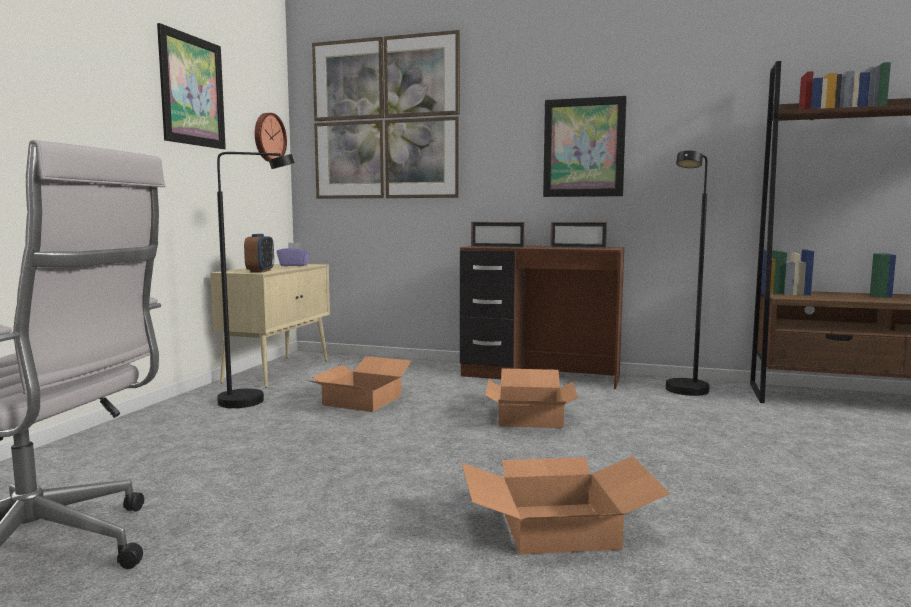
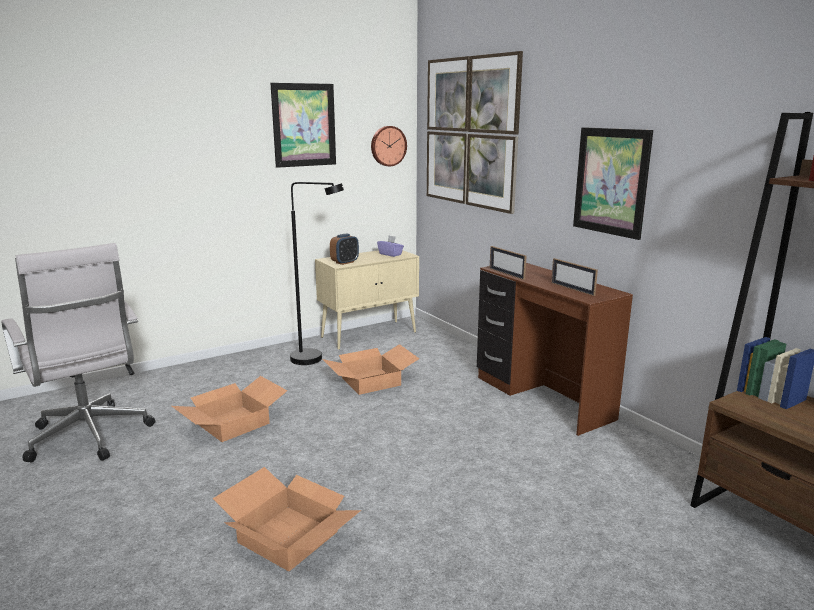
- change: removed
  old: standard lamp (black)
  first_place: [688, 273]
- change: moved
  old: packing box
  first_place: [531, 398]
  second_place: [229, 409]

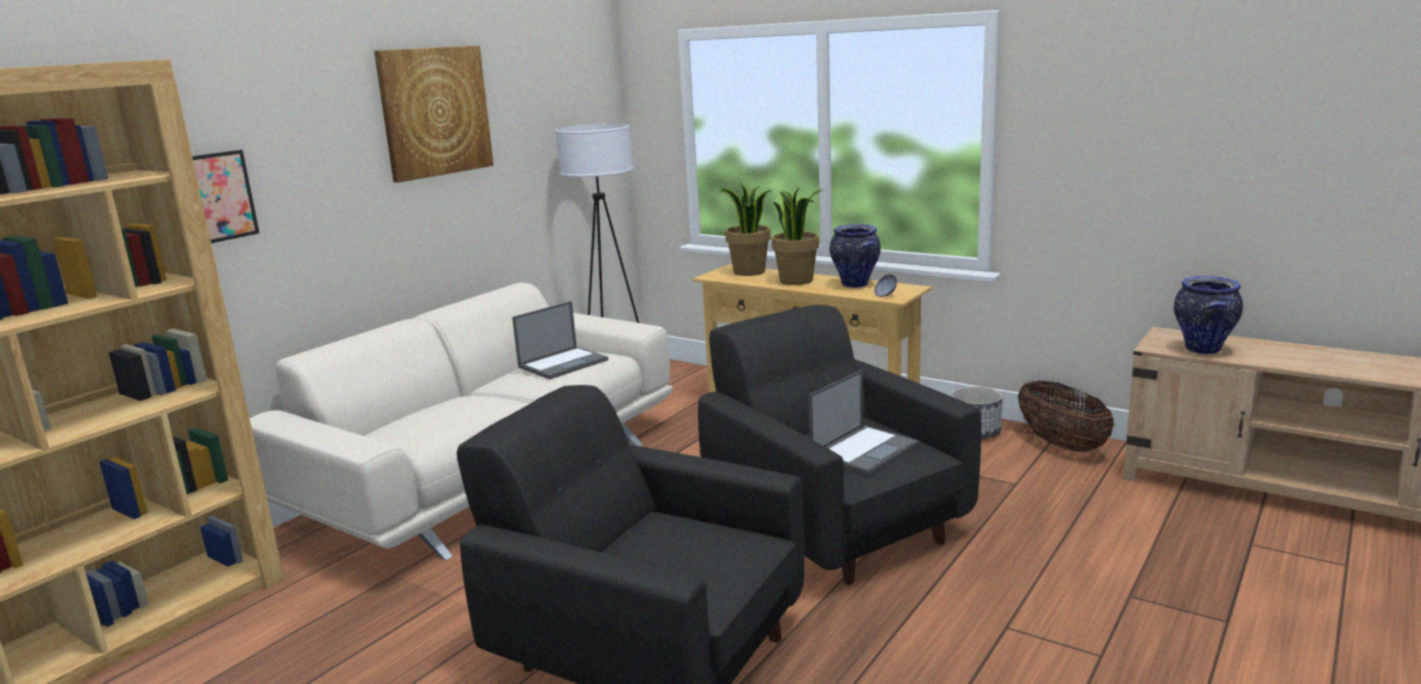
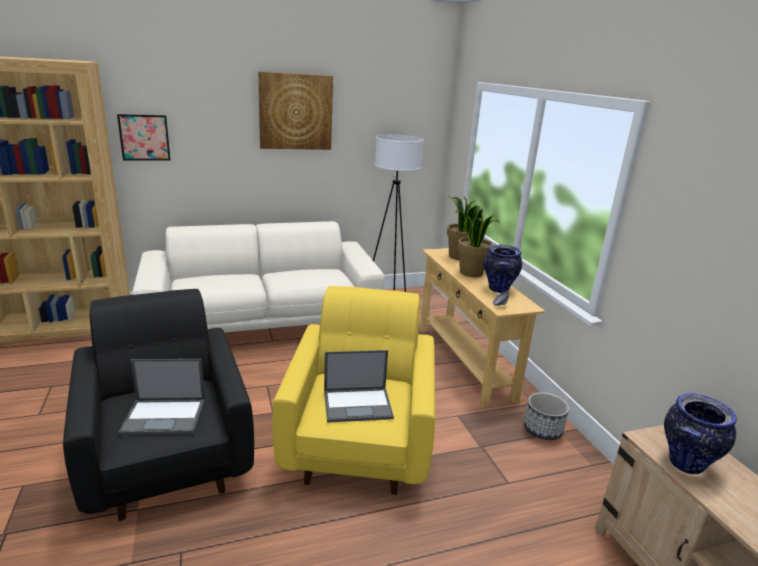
- change: removed
  old: household basket
  first_place: [1066, 417]
- change: moved
  old: portable computer
  first_place: [560, 340]
  second_place: [161, 397]
- change: recoloured
  old: easy chair (black)
  new: easy chair (yellow)
  first_place: [839, 445]
  second_place: [353, 390]

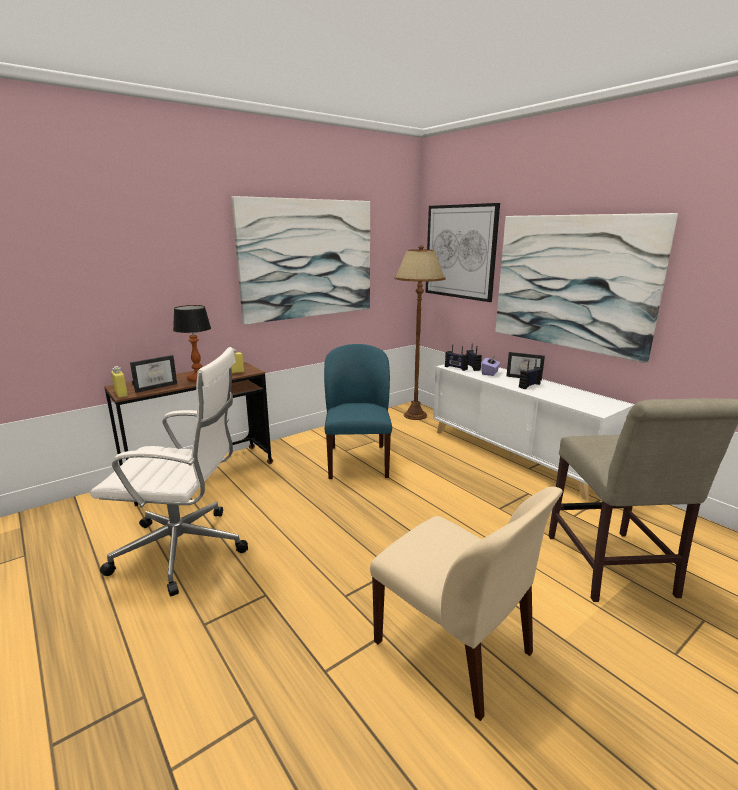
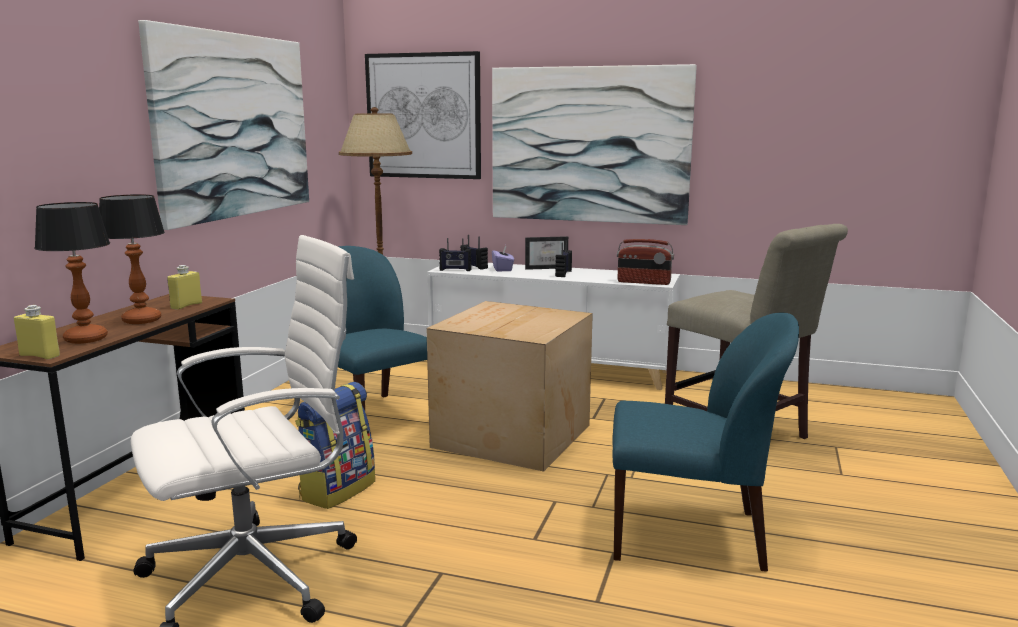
- change: added
  new: backpack
  second_place: [335, 445]
- change: added
  new: packing box
  second_place: [509, 386]
- change: added
  new: radio receiver
  second_place: [645, 262]
- change: replaced
  old: photo frame
  new: lamp for a table
  first_place: [153, 374]
  second_place: [72, 273]
- change: recoloured
  old: upright chair (sand-coloured)
  new: upright chair (blue-coloured)
  first_place: [466, 604]
  second_place: [706, 442]

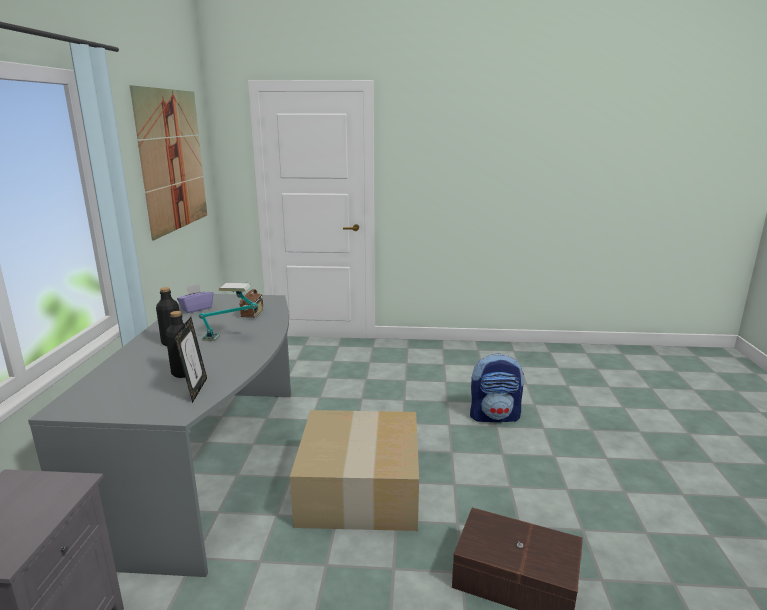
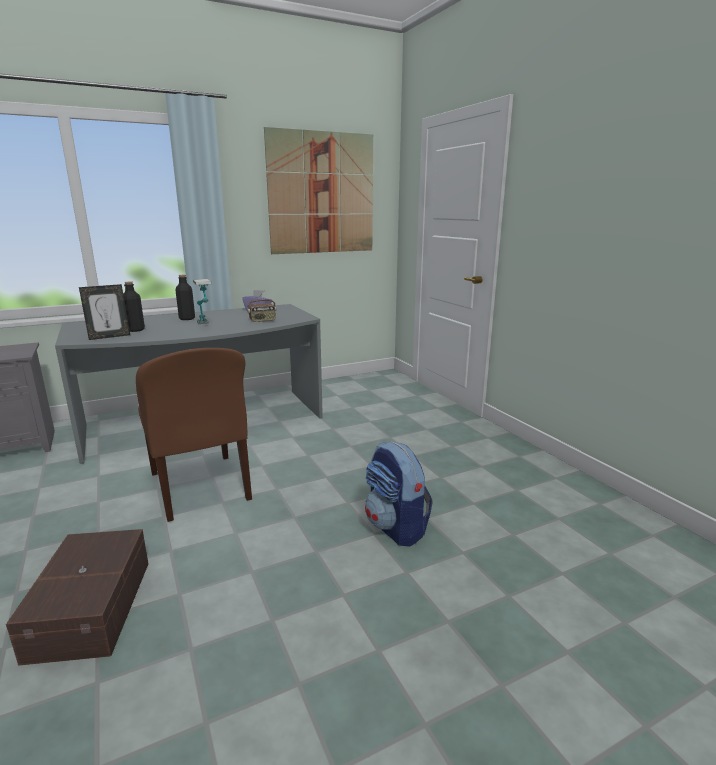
- change: replaced
  old: packing box
  new: upright chair (brownish)
  first_place: [354, 470]
  second_place: [194, 435]

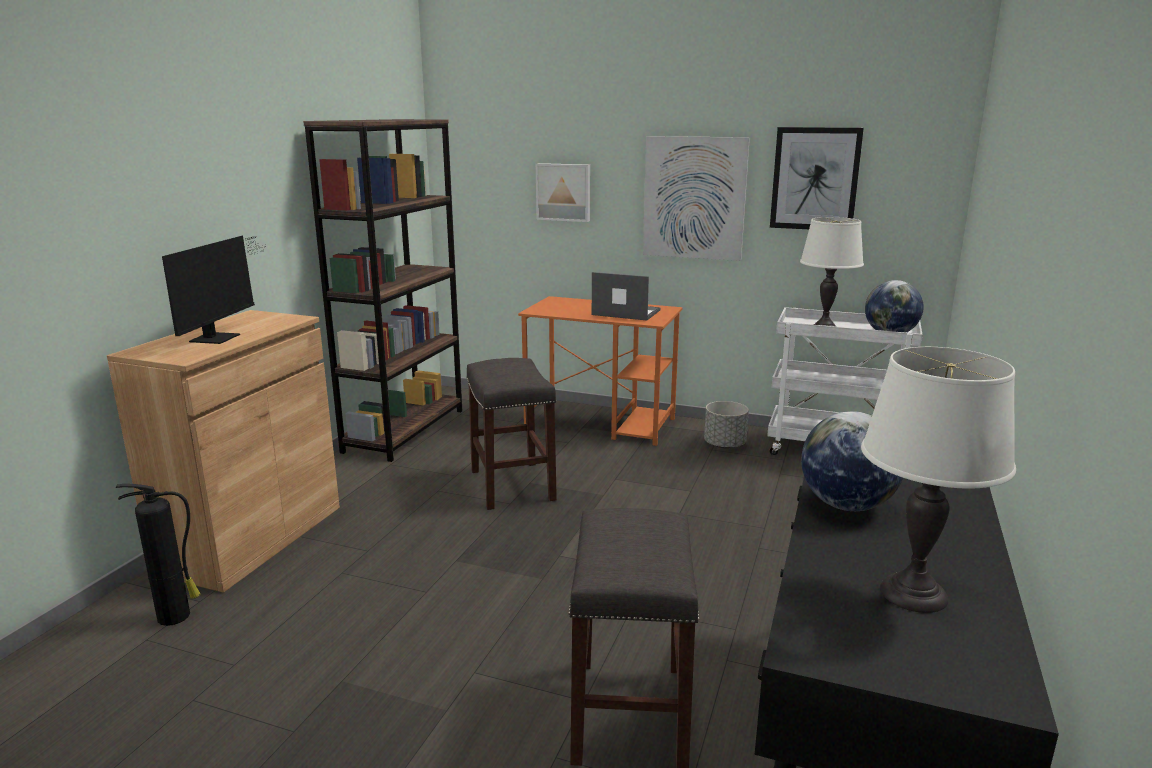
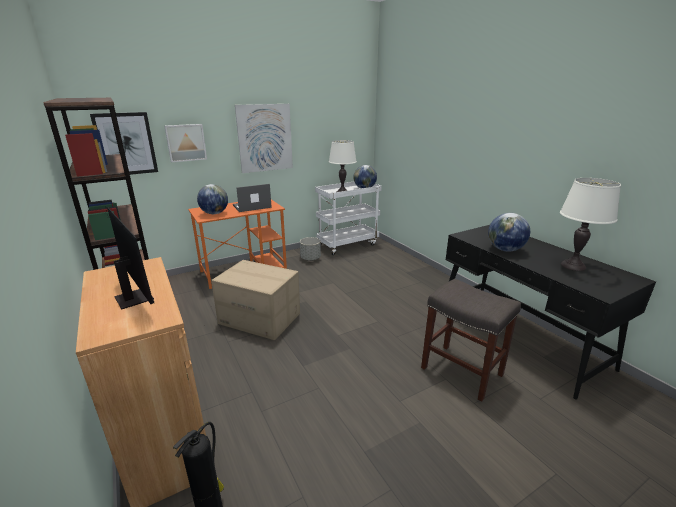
- change: added
  new: world globe
  second_place: [212, 199]
- change: moved
  old: wall picture
  first_place: [817, 178]
  second_place: [124, 143]
- change: replaced
  old: sitting stool (greyish)
  new: packing box
  first_place: [511, 434]
  second_place: [255, 300]

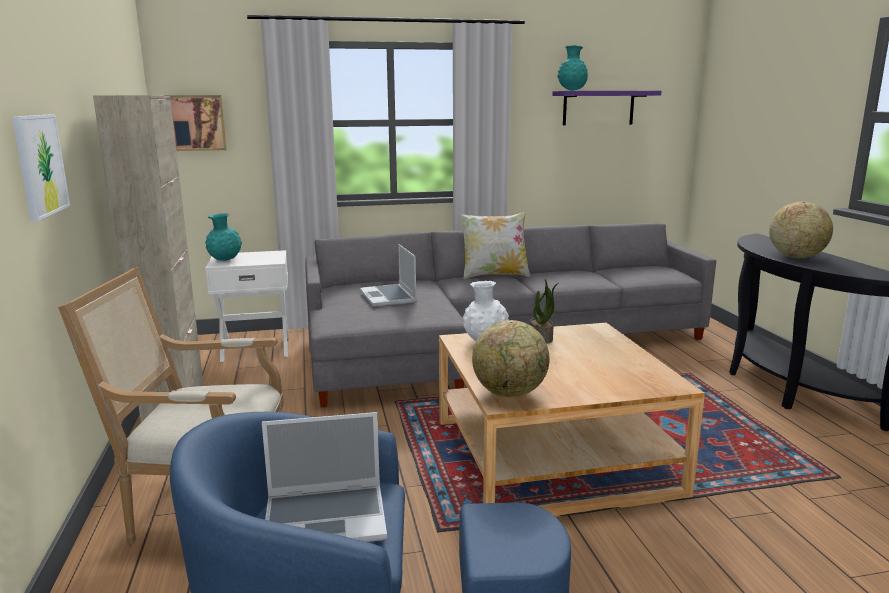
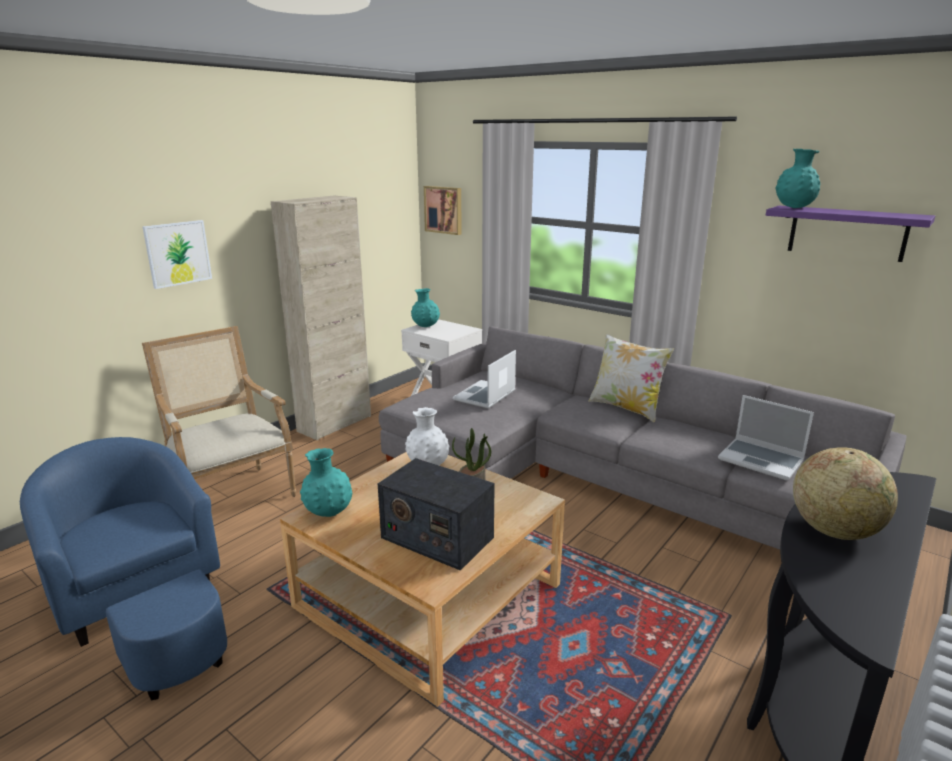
- change: added
  new: radio receiver
  second_place: [436, 514]
- change: moved
  old: portable computer
  first_place: [324, 477]
  second_place: [766, 437]
- change: replaced
  old: world globe
  new: decorative vase (turquoise-coloured)
  first_place: [511, 358]
  second_place: [326, 482]

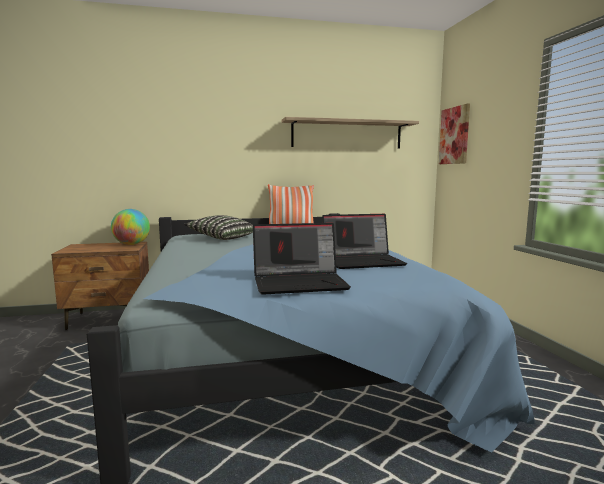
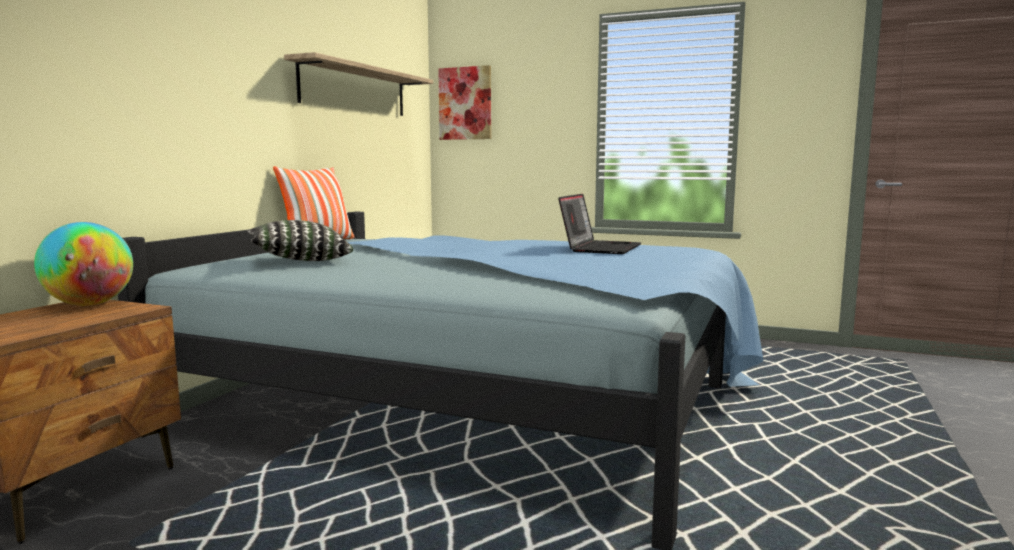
- change: removed
  old: portable computer
  first_place: [302, 259]

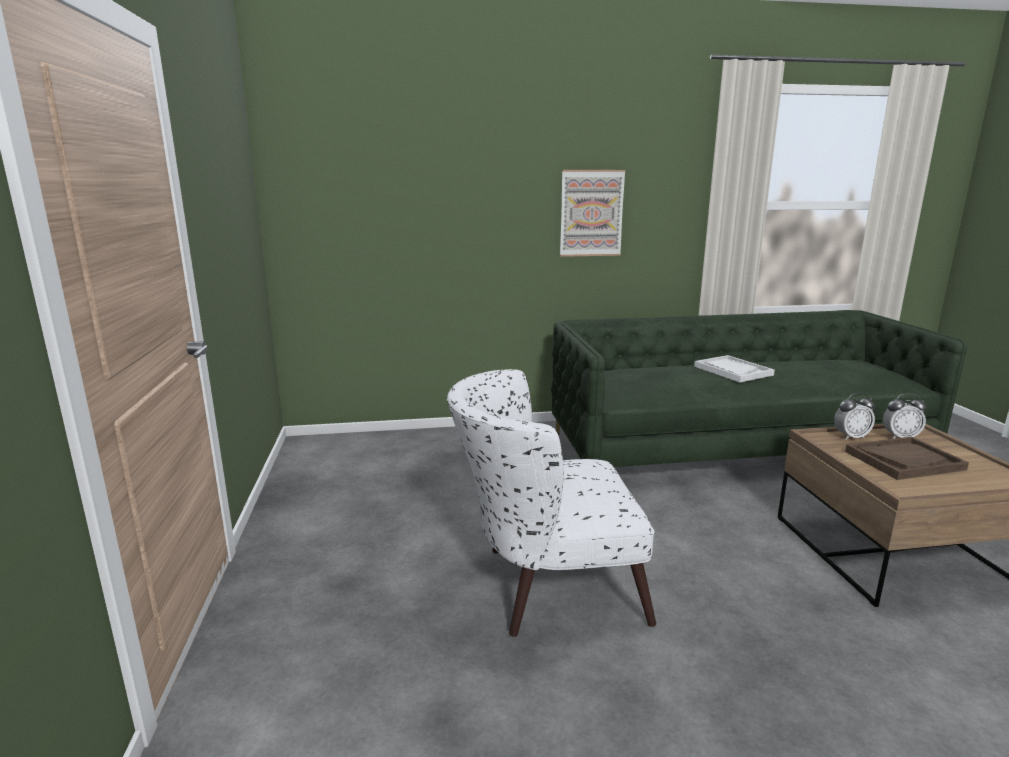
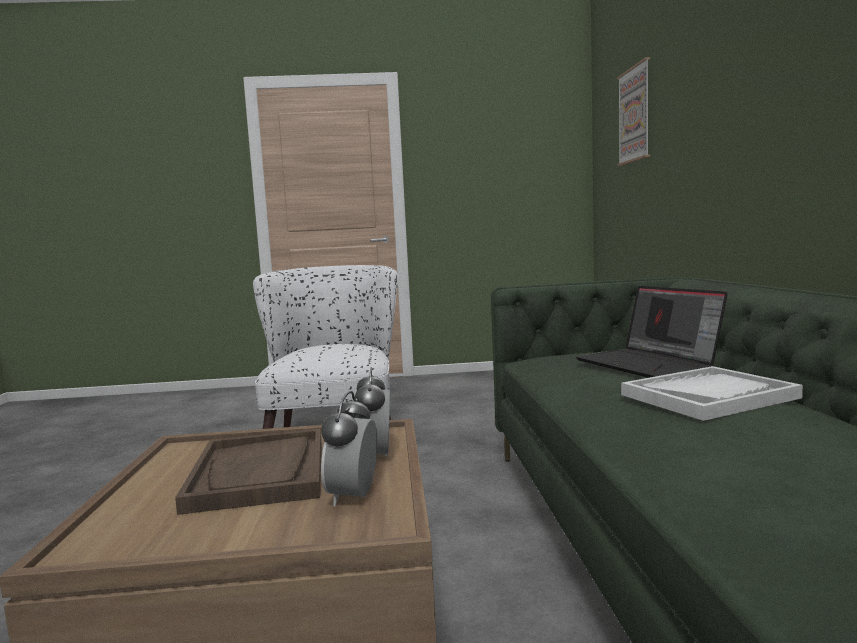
- change: added
  new: portable computer
  second_place: [652, 332]
- change: moved
  old: wall picture
  first_place: [593, 213]
  second_place: [633, 111]

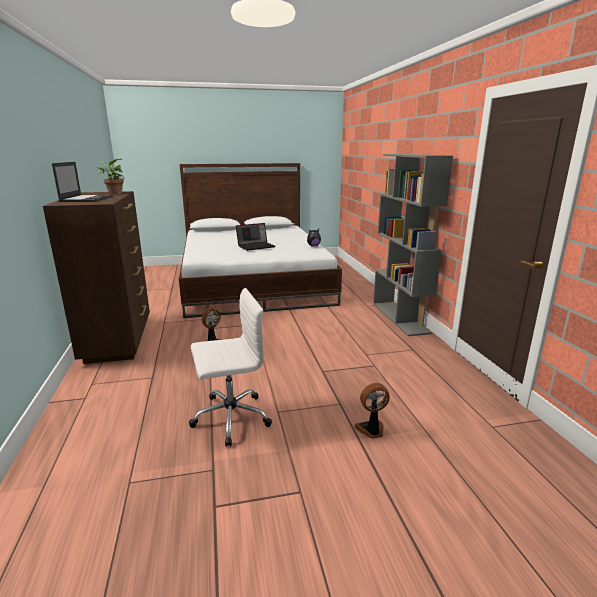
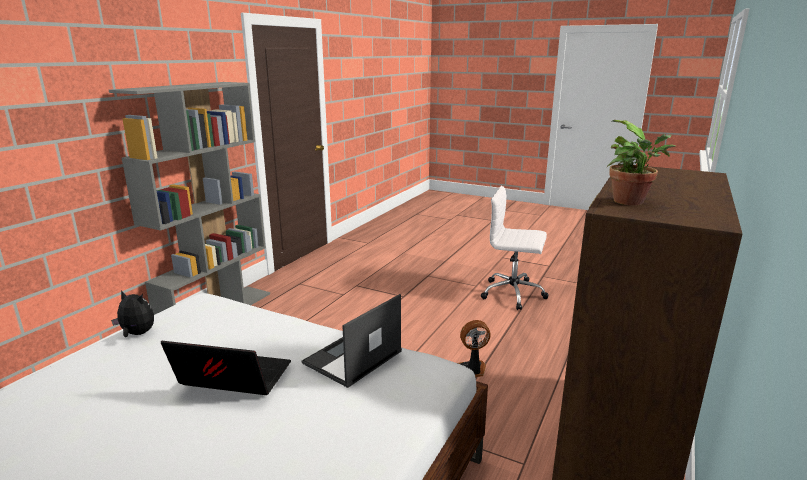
- change: removed
  old: electric fan
  first_place: [372, 410]
- change: moved
  old: portable computer
  first_place: [82, 182]
  second_place: [351, 341]

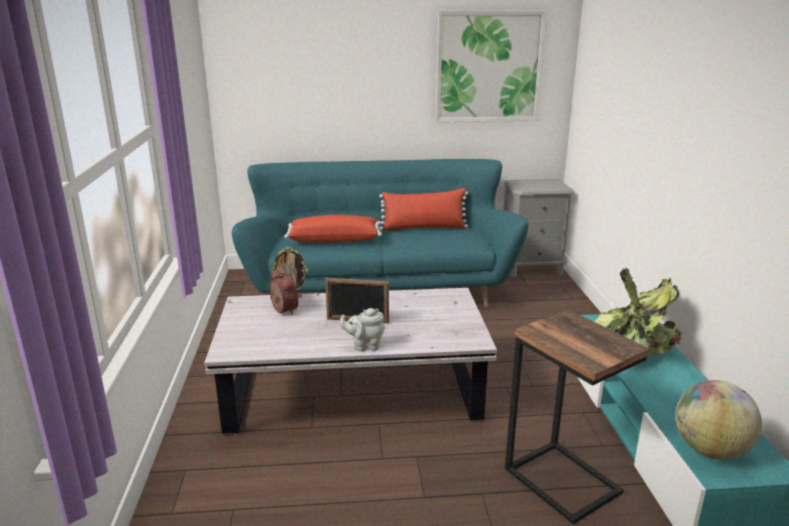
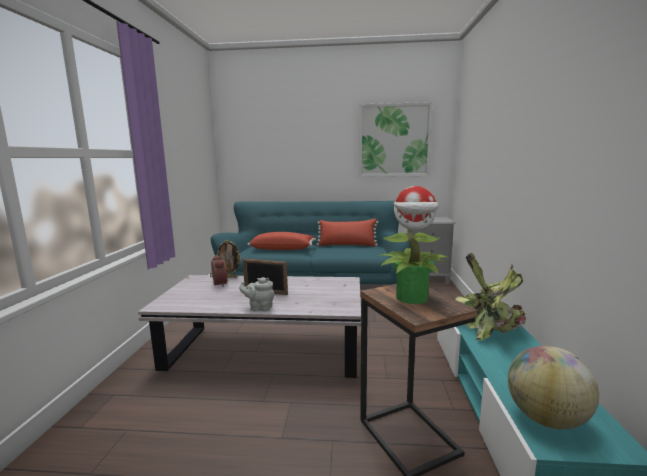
- change: added
  new: potted plant
  second_place: [414, 245]

